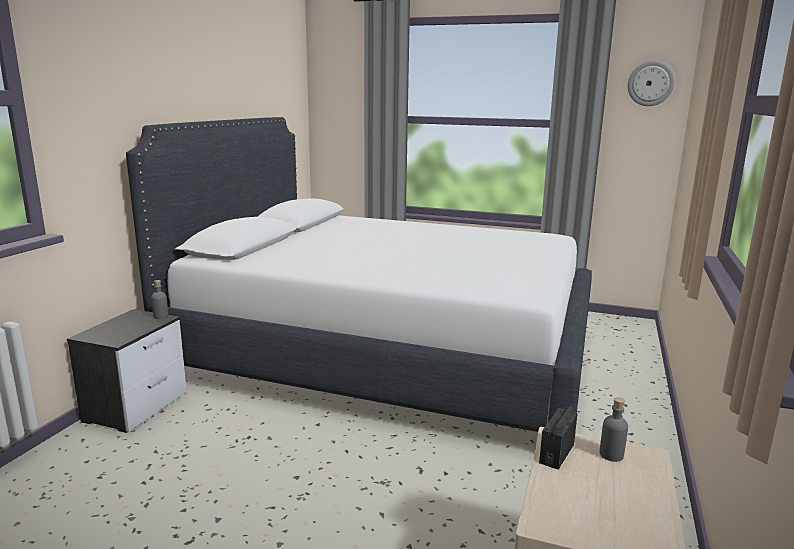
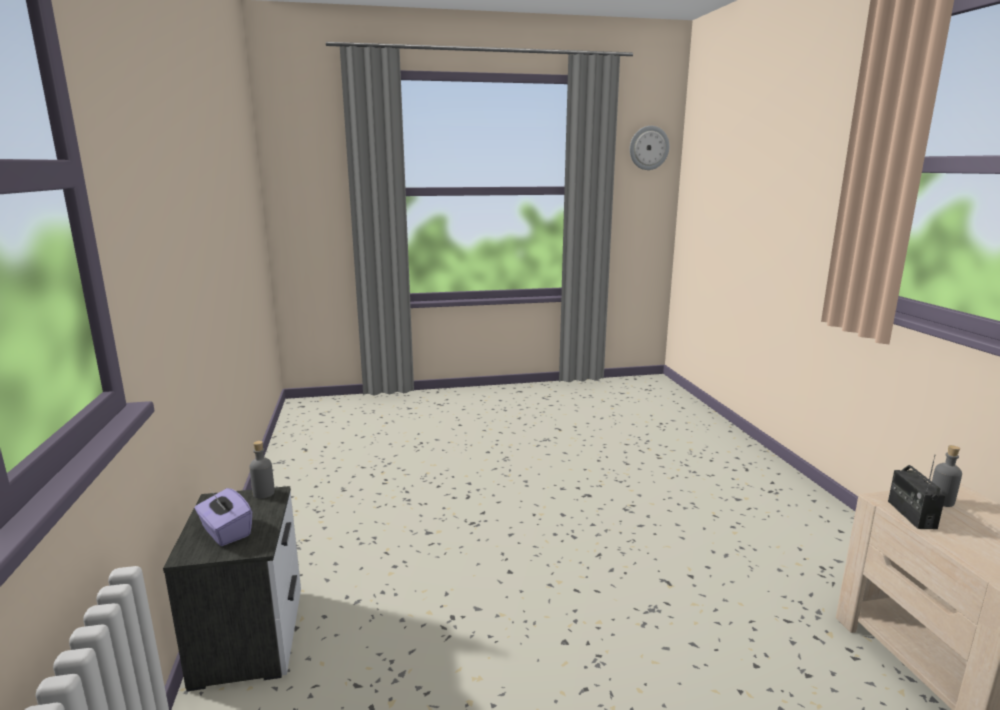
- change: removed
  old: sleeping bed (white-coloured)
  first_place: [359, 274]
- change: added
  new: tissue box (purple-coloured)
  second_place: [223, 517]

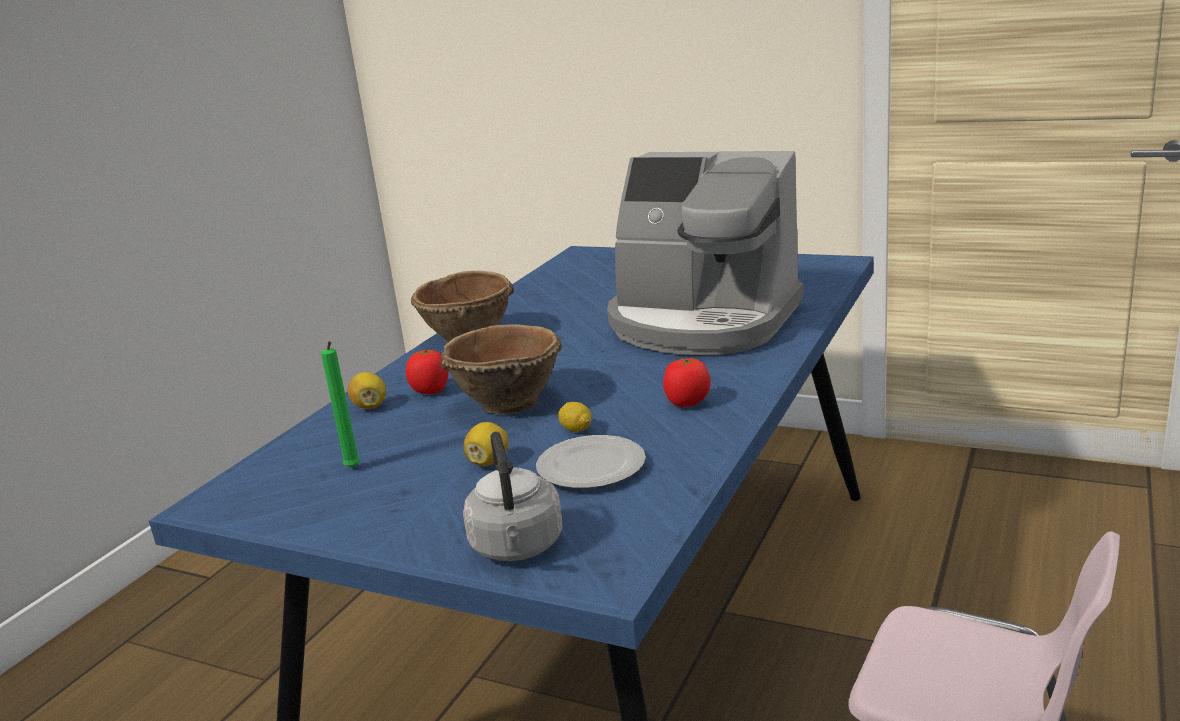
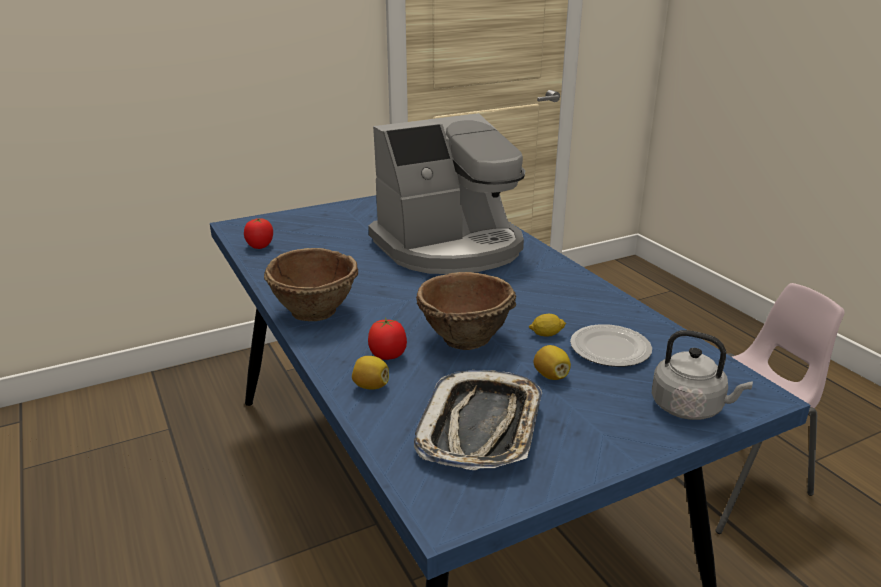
- change: moved
  old: tomato
  first_place: [687, 382]
  second_place: [258, 233]
- change: replaced
  old: candle (green)
  new: carrying tray
  first_place: [340, 404]
  second_place: [478, 420]

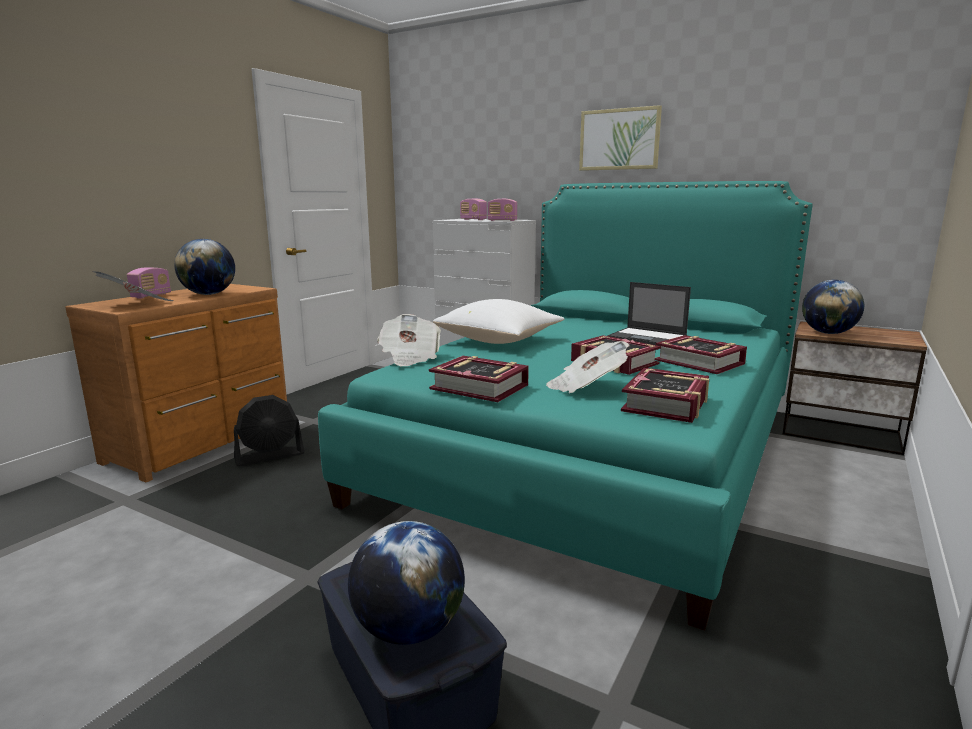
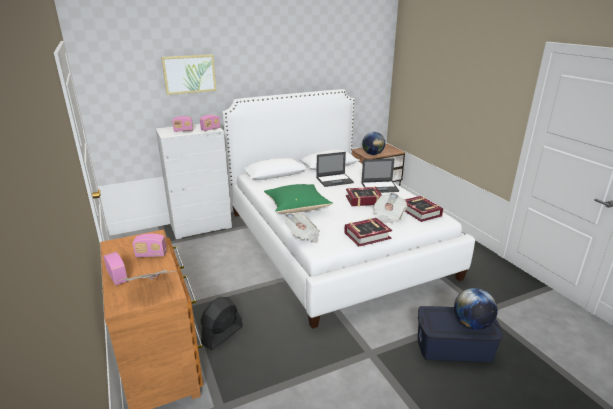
- change: moved
  old: wall picture
  first_place: [620, 138]
  second_place: [188, 74]
- change: replaced
  old: world globe
  new: radio receiver
  first_place: [204, 267]
  second_place: [149, 245]
- change: replaced
  old: volume
  new: portable computer
  first_place: [701, 354]
  second_place: [380, 175]
- change: recoloured
  old: sleeping bed (turquoise-coloured)
  new: sleeping bed (white-coloured)
  first_place: [565, 406]
  second_place: [348, 209]
- change: recoloured
  old: pillow (white-coloured)
  new: pillow (green)
  first_place: [498, 321]
  second_place: [298, 198]
- change: turned
  old: electric fan (black)
  first_place: [269, 430]
  second_place: [222, 323]
  degrees: -150

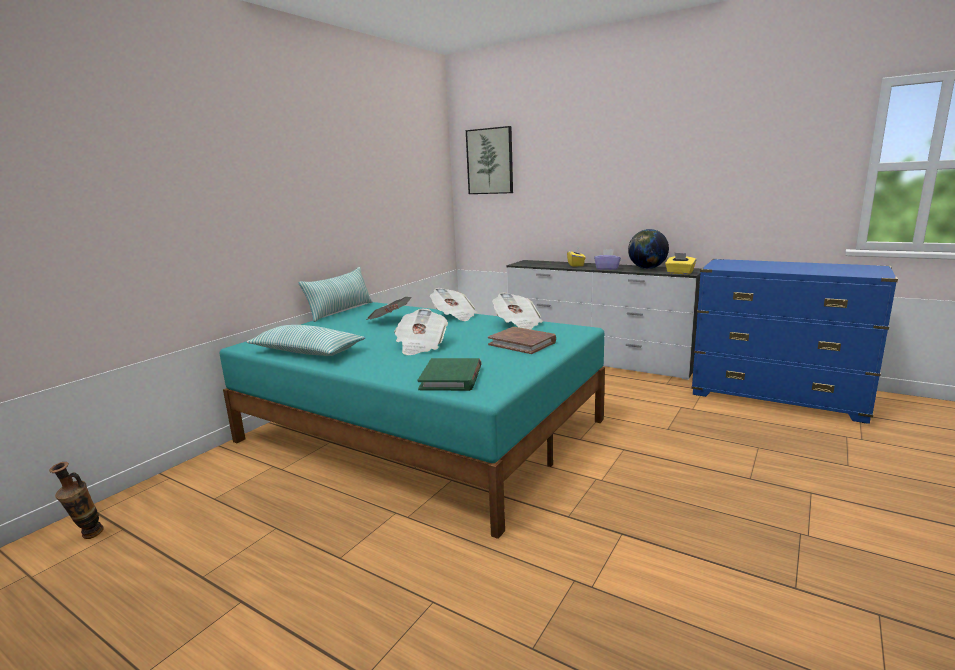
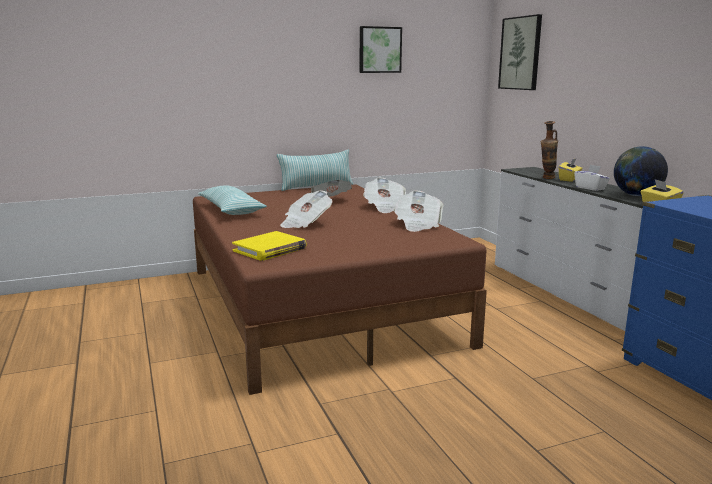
- change: removed
  old: volume (brownish)
  first_place: [522, 340]
- change: added
  new: wall picture
  second_place: [381, 49]
- change: moved
  old: decorative vase
  first_place: [76, 500]
  second_place: [549, 150]
- change: recoloured
  old: sleeping bed (turquoise-coloured)
  new: sleeping bed (brownish)
  first_place: [412, 420]
  second_place: [340, 289]
- change: recoloured
  old: volume (green)
  new: volume (yellow)
  first_place: [450, 374]
  second_place: [269, 246]
- change: recoloured
  old: tissue box (purple-coloured)
  new: tissue box (white-coloured)
  first_place: [607, 259]
  second_place: [592, 178]

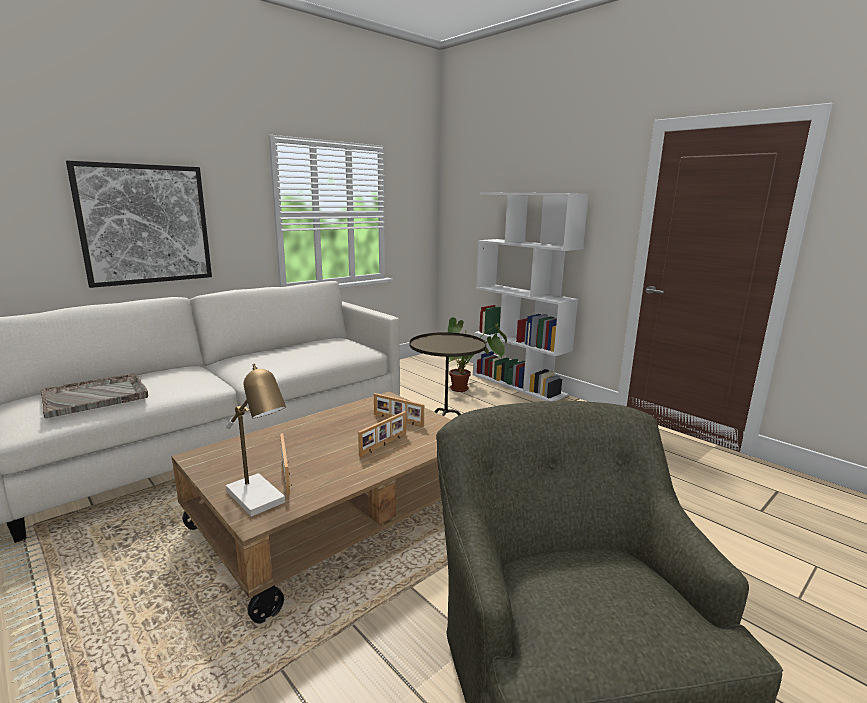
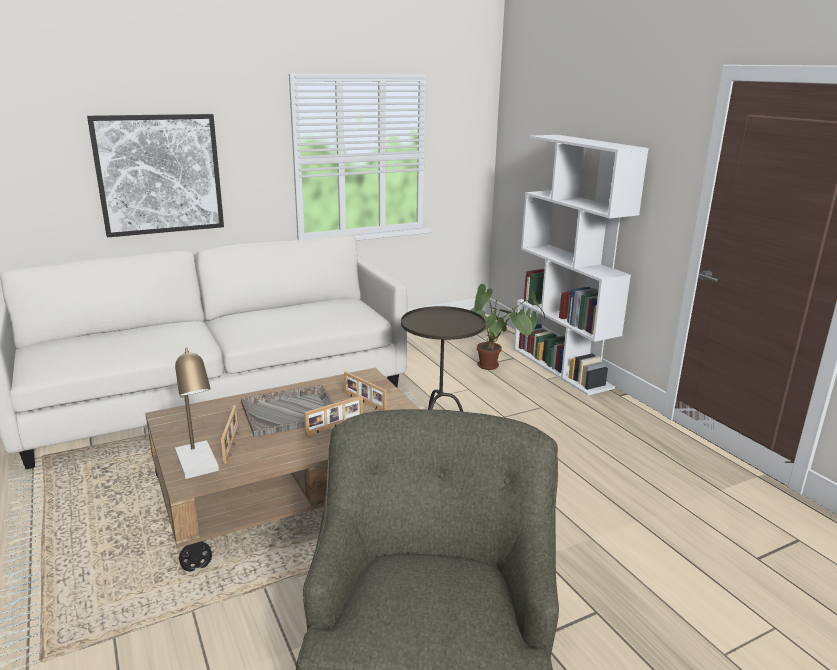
- change: moved
  old: carrying tray (greyish)
  first_place: [94, 395]
  second_place: [287, 411]

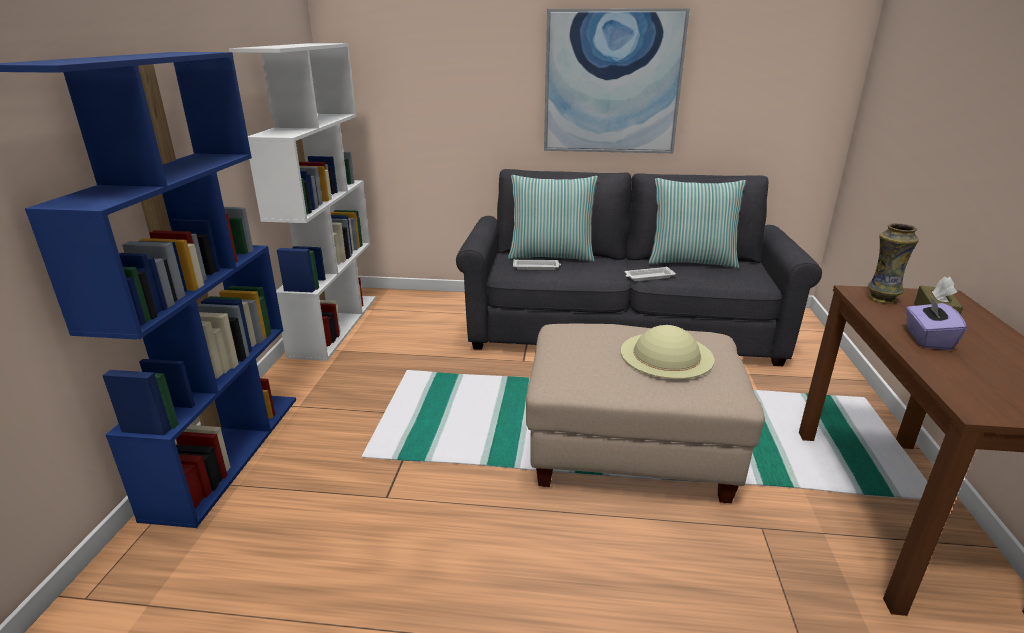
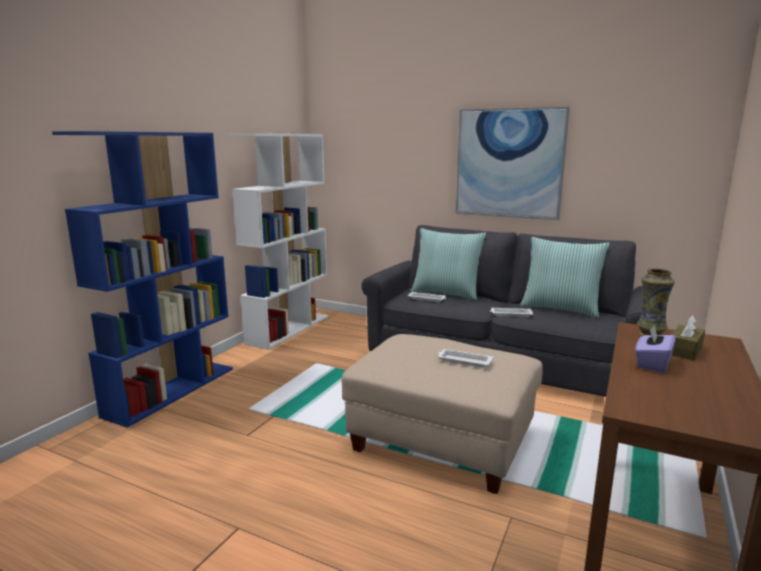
- change: replaced
  old: clothing hat (sand-coloured)
  new: carrying tray (white-coloured)
  first_place: [668, 352]
  second_place: [466, 358]

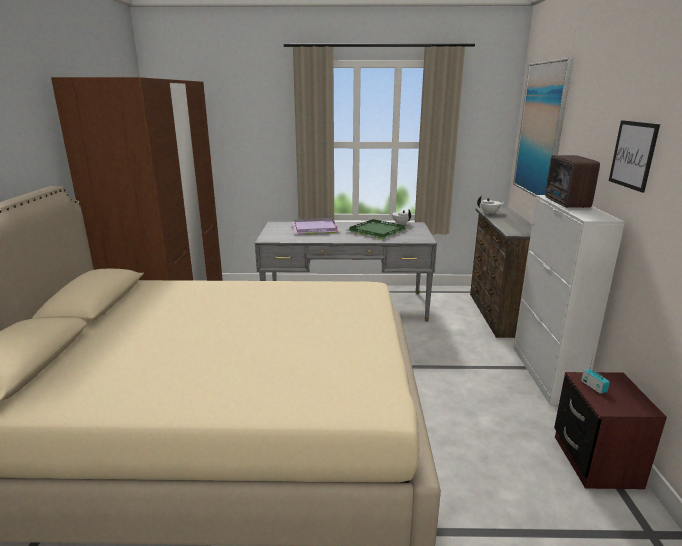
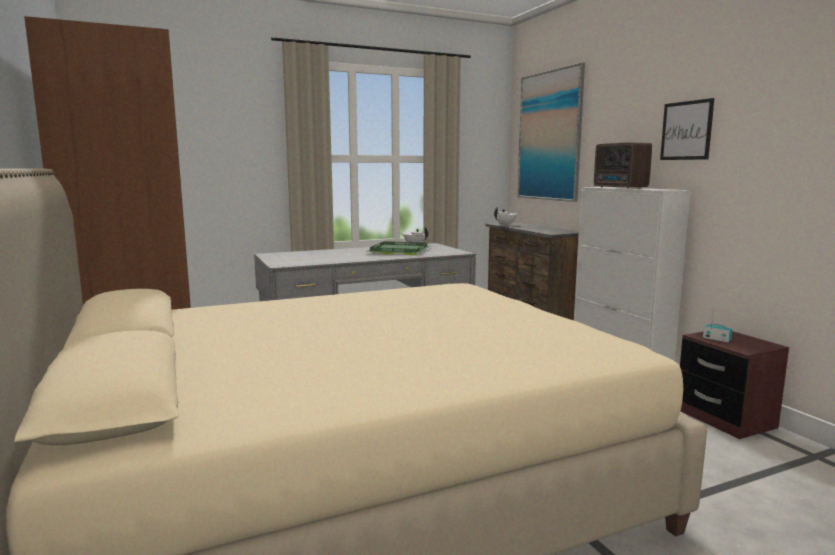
- change: removed
  old: carrying tray (purple-coloured)
  first_place: [316, 226]

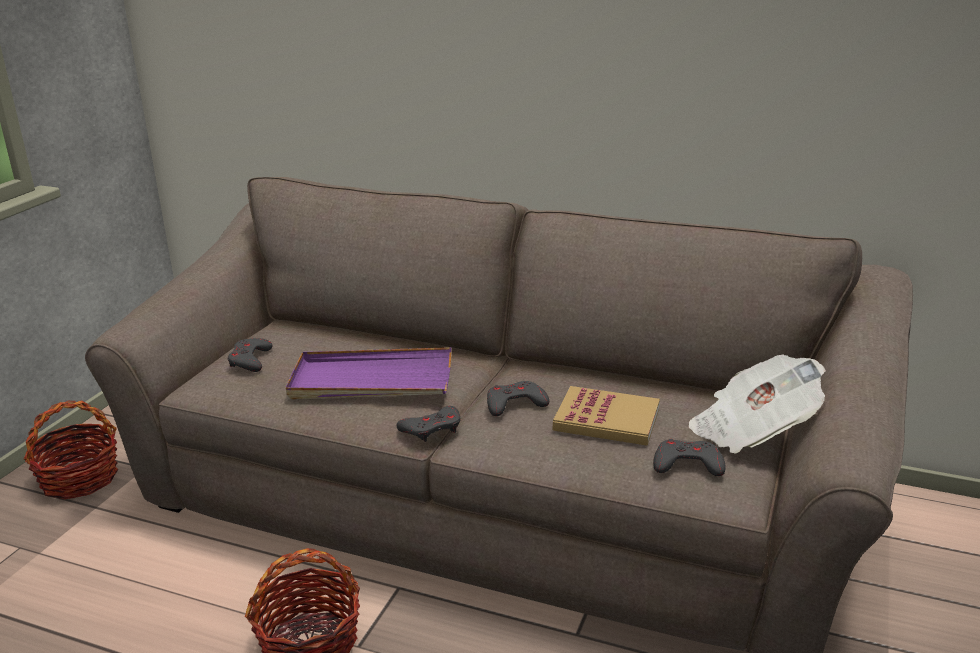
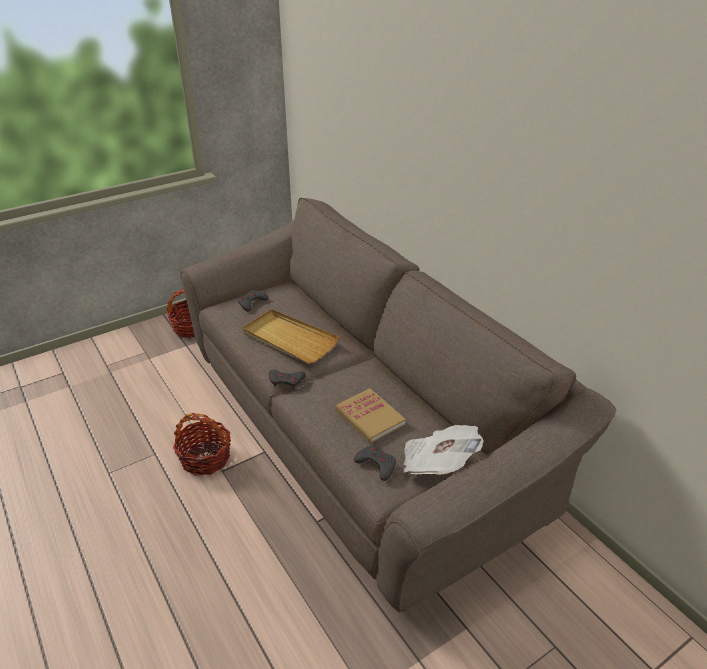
- change: removed
  old: joypad (greyish)
  first_place: [518, 398]
- change: recoloured
  old: carrying tray (purple-coloured)
  new: carrying tray (sand-coloured)
  first_place: [368, 373]
  second_place: [290, 336]

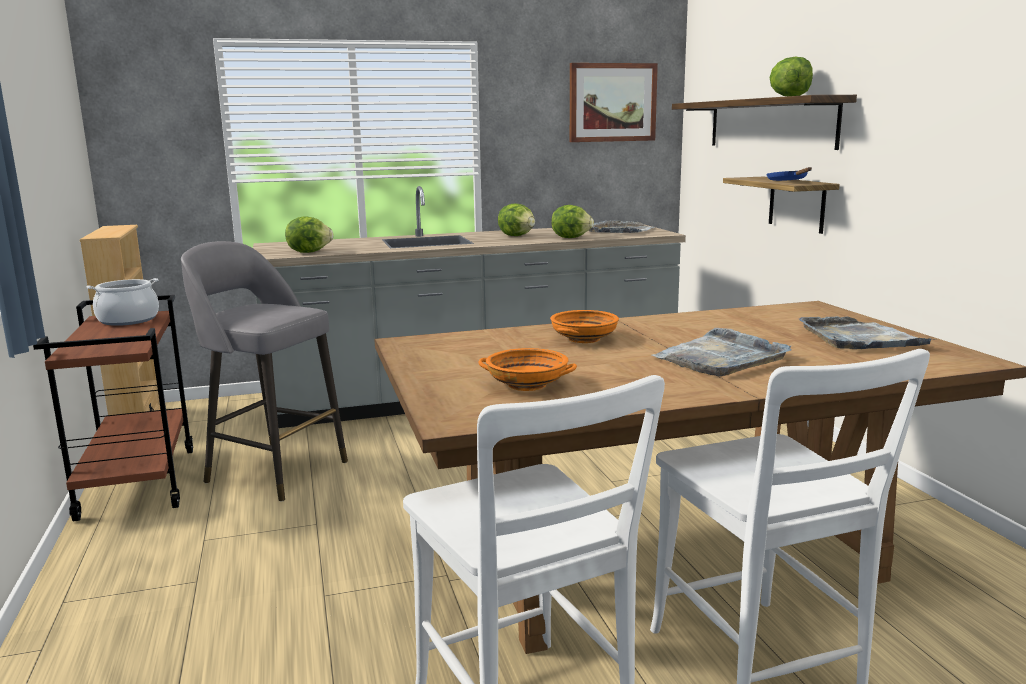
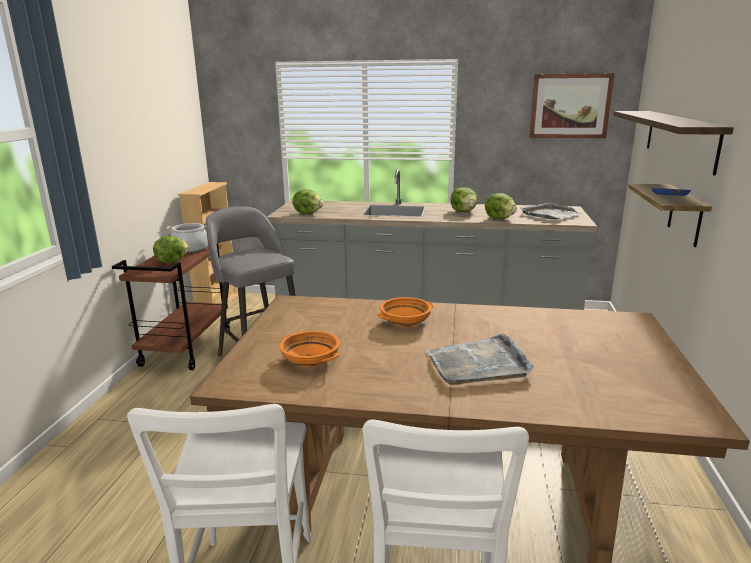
- change: removed
  old: carrying tray (greyish)
  first_place: [868, 332]
- change: moved
  old: head of lettuce
  first_place: [791, 76]
  second_place: [171, 249]

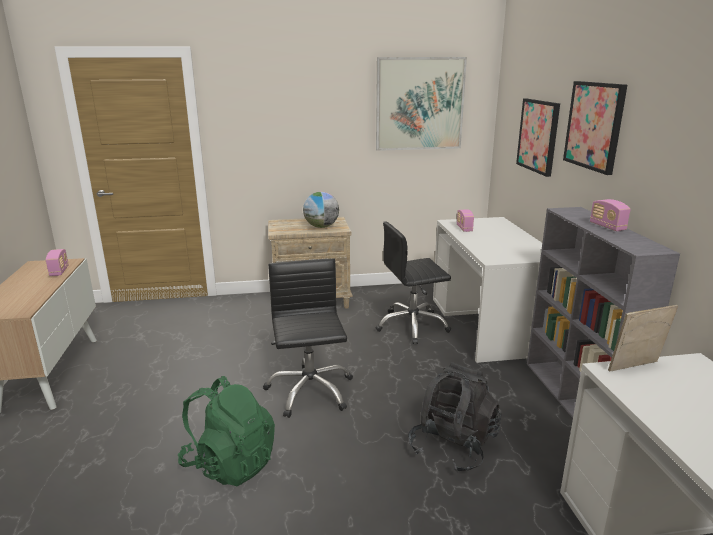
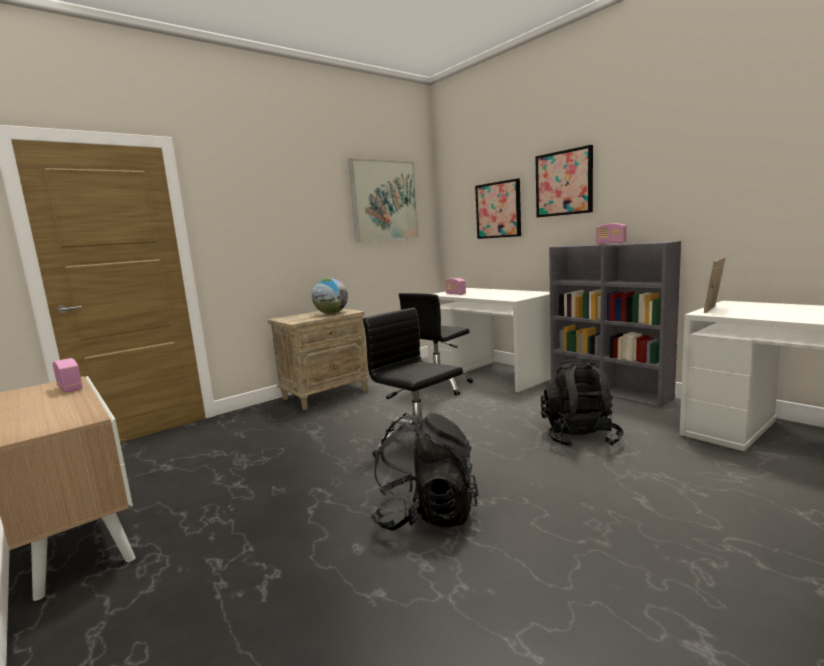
- change: recoloured
  old: backpack (green)
  new: backpack (black)
  first_place: [226, 431]
  second_place: [424, 472]

